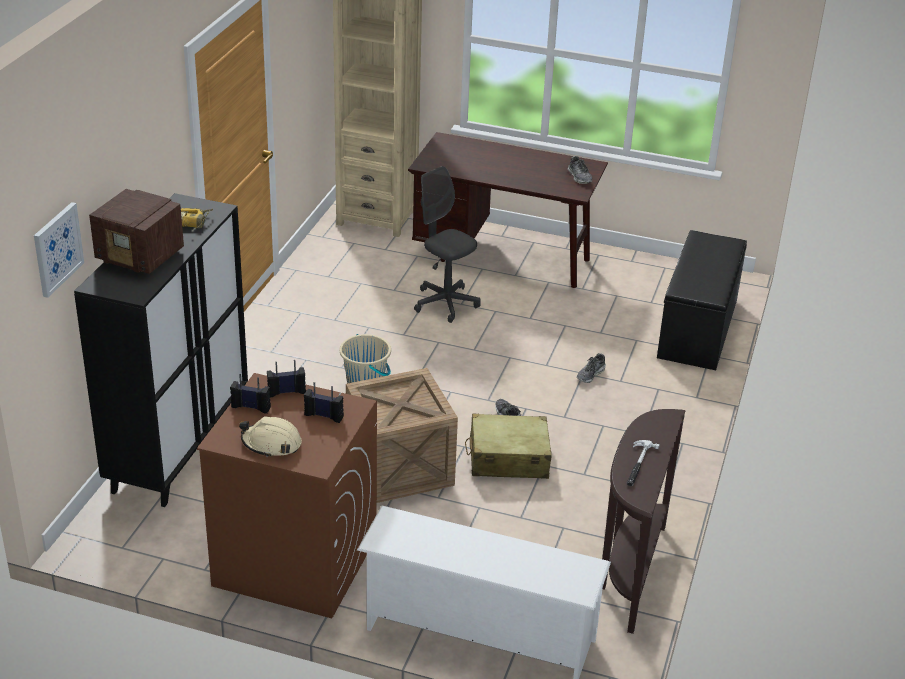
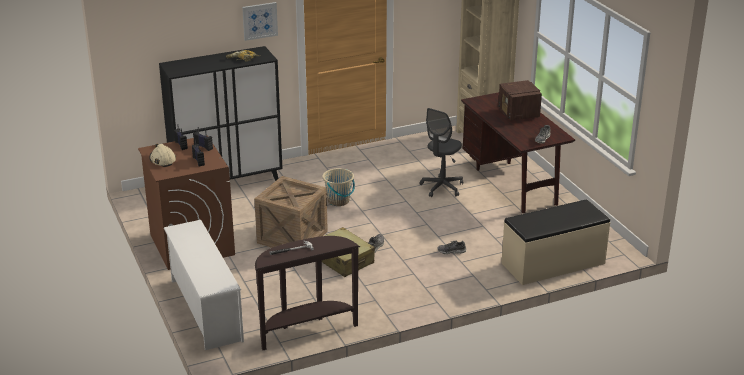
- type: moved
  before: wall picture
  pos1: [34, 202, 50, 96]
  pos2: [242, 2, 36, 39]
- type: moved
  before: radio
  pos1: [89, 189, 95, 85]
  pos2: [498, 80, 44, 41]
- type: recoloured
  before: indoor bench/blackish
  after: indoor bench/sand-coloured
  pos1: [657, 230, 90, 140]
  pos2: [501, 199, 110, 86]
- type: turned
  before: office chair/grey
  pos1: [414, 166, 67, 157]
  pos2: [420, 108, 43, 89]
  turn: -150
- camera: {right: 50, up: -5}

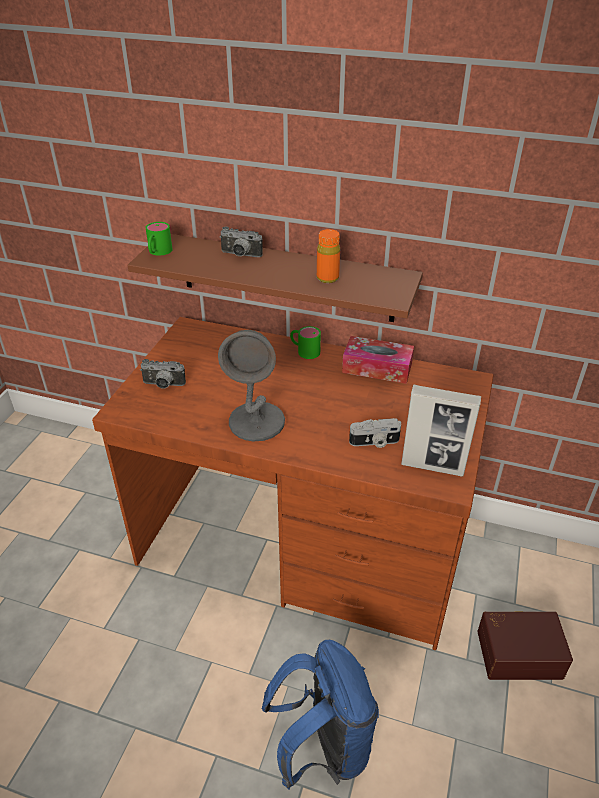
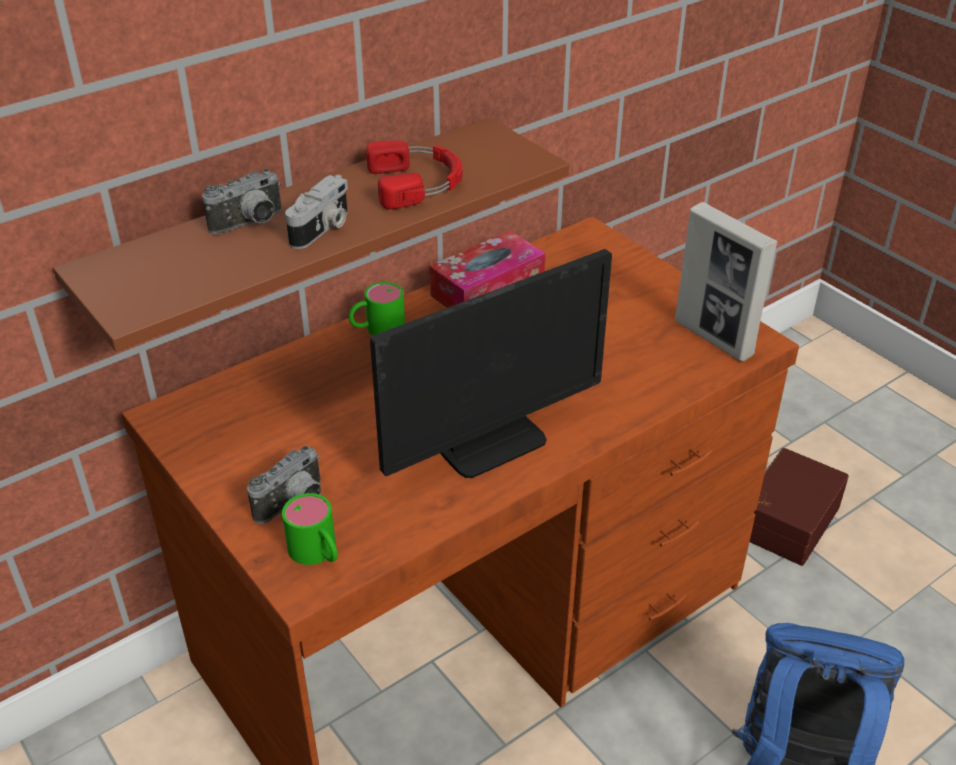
- type: moved
  before: tea mug/greenish
  pos1: [146, 222, 27, 34]
  pos2: [282, 493, 56, 72]
- type: moved
  before: photo camera
  pos1: [349, 418, 52, 30]
  pos2: [285, 175, 63, 74]
- type: replaced
  before: lamp for a table/grey
  after: computer display
  pos1: [218, 330, 67, 112]
  pos2: [370, 249, 242, 229]
- type: replaced
  before: bottle/orangey
  after: headset/reddish
  pos1: [317, 229, 23, 54]
  pos2: [366, 141, 97, 68]
- type: turned
  before: picture frame
  pos1: [401, 385, 80, 92]
  pos2: [675, 202, 103, 160]
  turn: 90
- camera: {right: -55, up: 0}

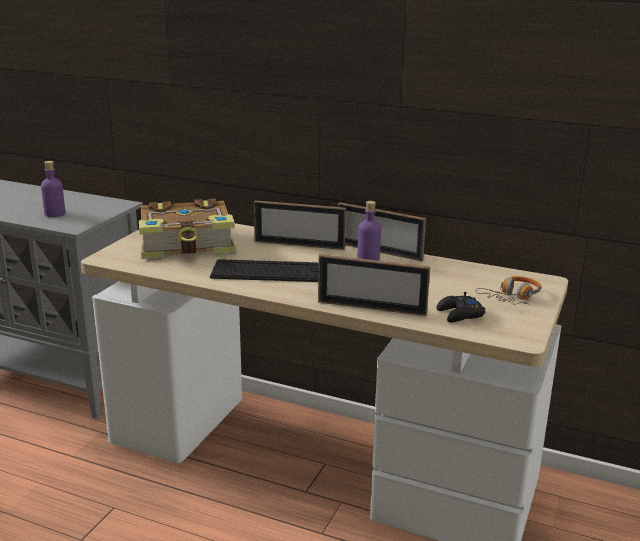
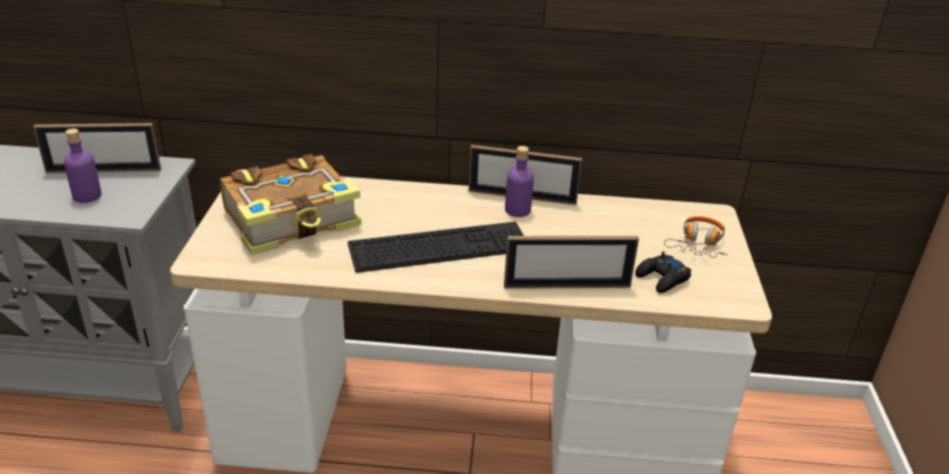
- type: moved
  before: picture frame
  pos1: [254, 201, 92, 49]
  pos2: [33, 123, 128, 50]
- camera: {right: -20, up: 10}

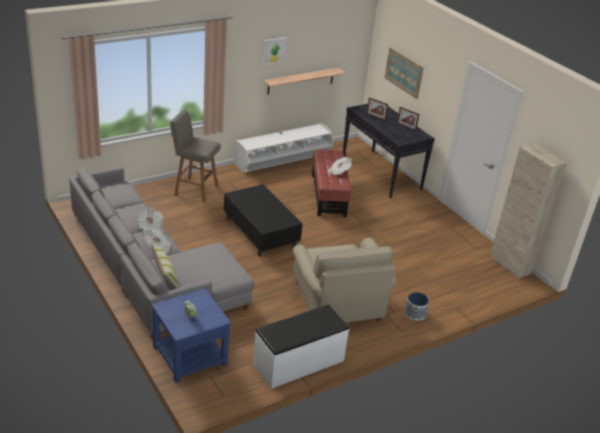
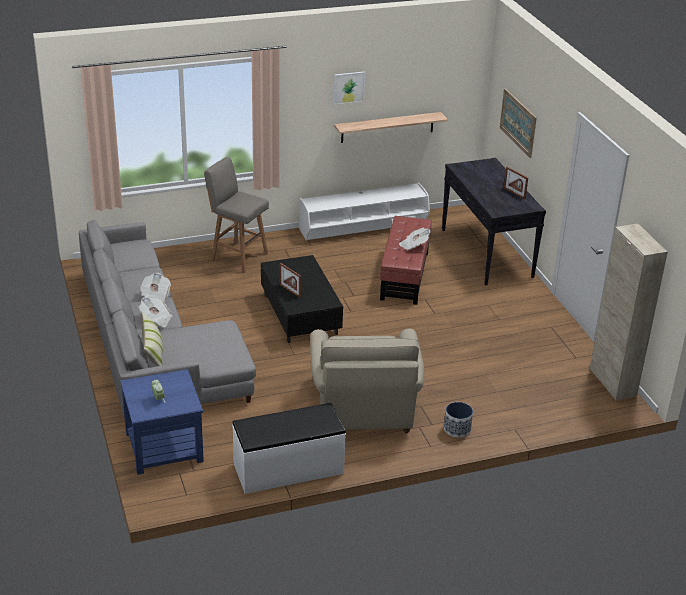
- type: moved
  before: picture frame
  pos1: [367, 97, 22, 24]
  pos2: [280, 263, 21, 35]
- camera: {right: 15, up: 0}

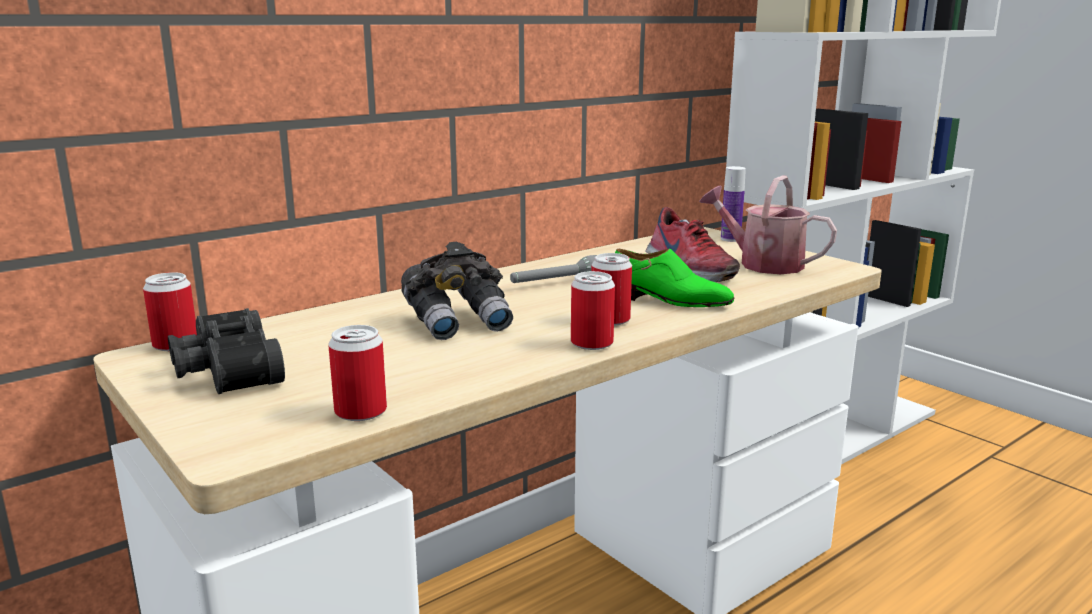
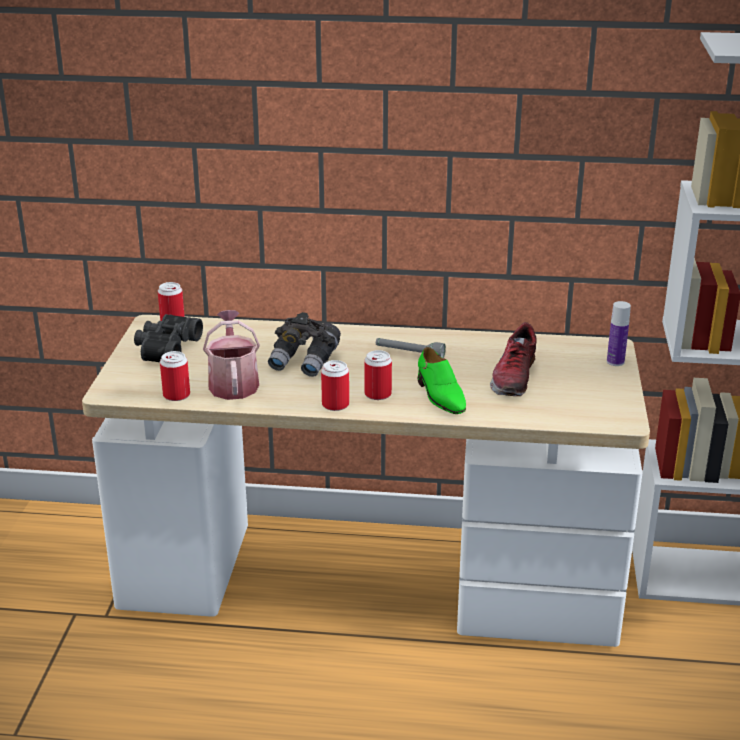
- type: moved
  before: watering can
  pos1: [699, 175, 138, 99]
  pos2: [203, 310, 57, 90]
- camera: {right: 45, up: 10}

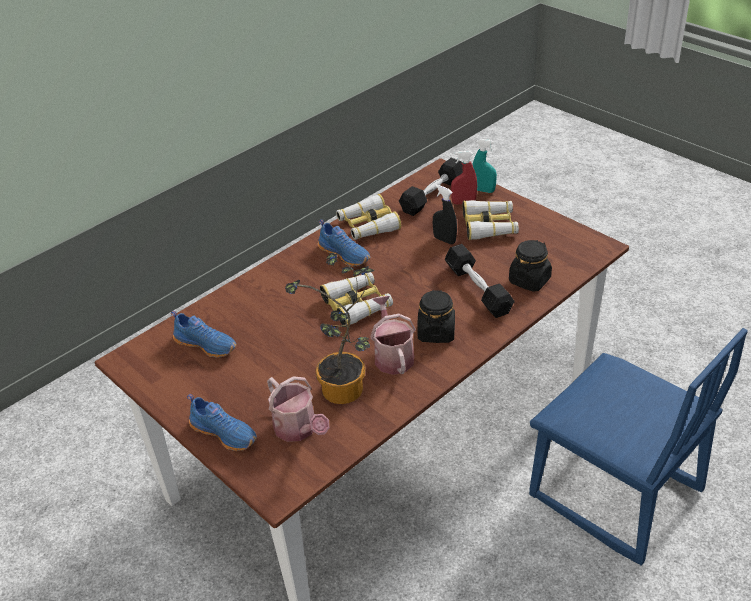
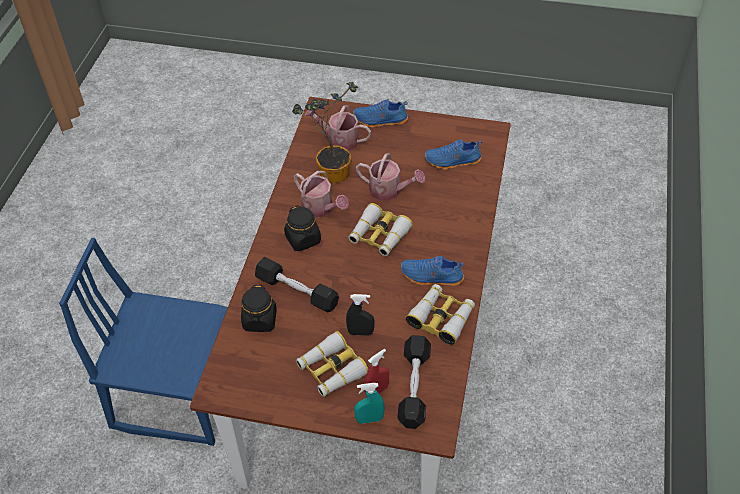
- type: added
  after: watering can
  pos2: [356, 153, 69, 48]
- camera: {right: 145, up: 10}

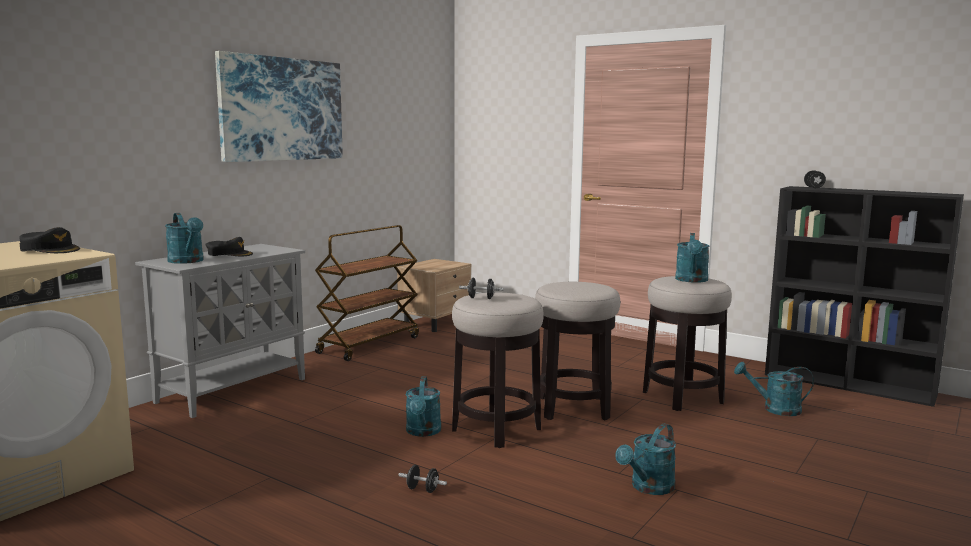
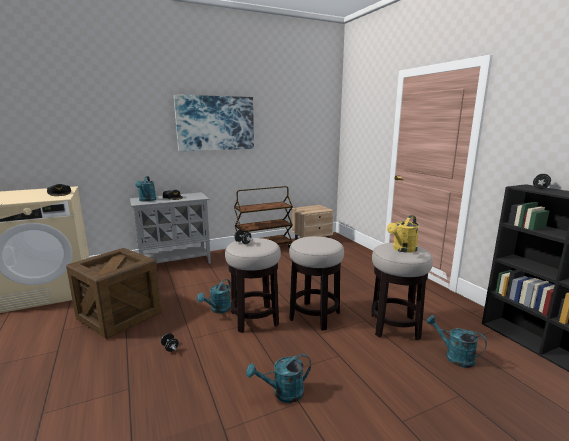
- type: added
  after: shipping crate
  pos2: [66, 248, 96, 91]
- type: recoloured
  before: watering can/turquoise
  after: watering can/yellowish
  pos1: [675, 233, 35, 50]
  pos2: [387, 215, 32, 38]
- camera: {right: 30, up: 5}

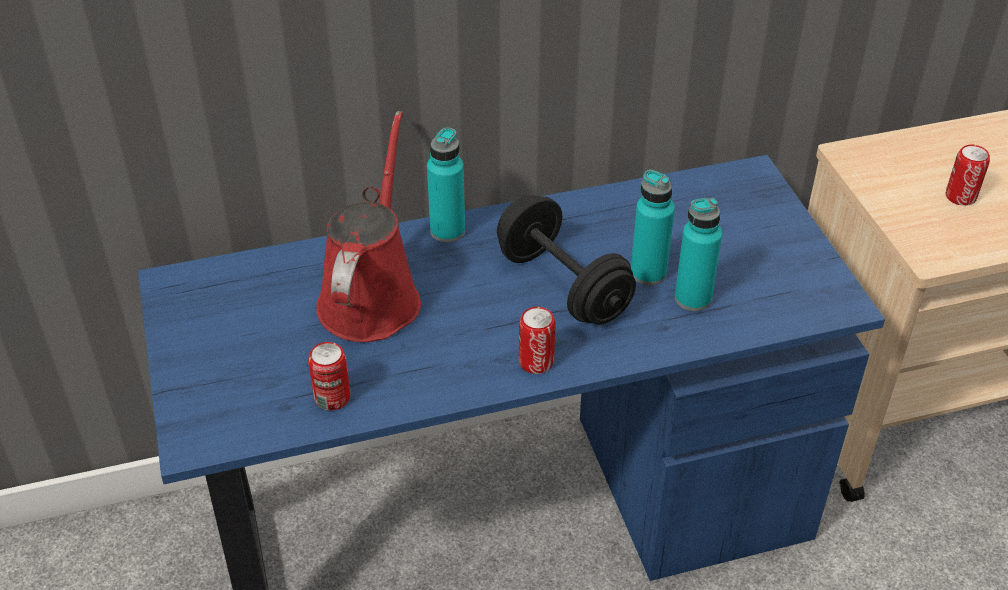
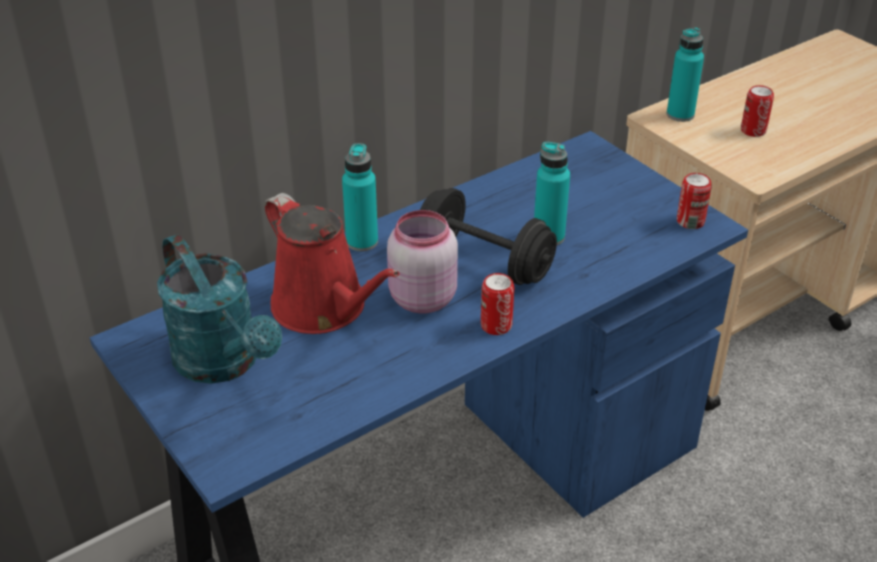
- type: added
  after: watering can/turquoise
  pos2: [157, 234, 125, 150]
- type: added
  after: jar/pink
  pos2: [387, 210, 71, 103]
- type: moved
  before: metal can
  pos1: [308, 342, 42, 68]
  pos2: [677, 173, 35, 56]
- type: moved
  before: bottle/turquoise
  pos1: [675, 198, 47, 113]
  pos2: [667, 27, 37, 95]
- type: turned
  before: watering can/reddish
  pos1: [316, 111, 105, 231]
  pos2: [265, 193, 135, 141]
  turn: 150
- camera: {right: -20, up: -5}

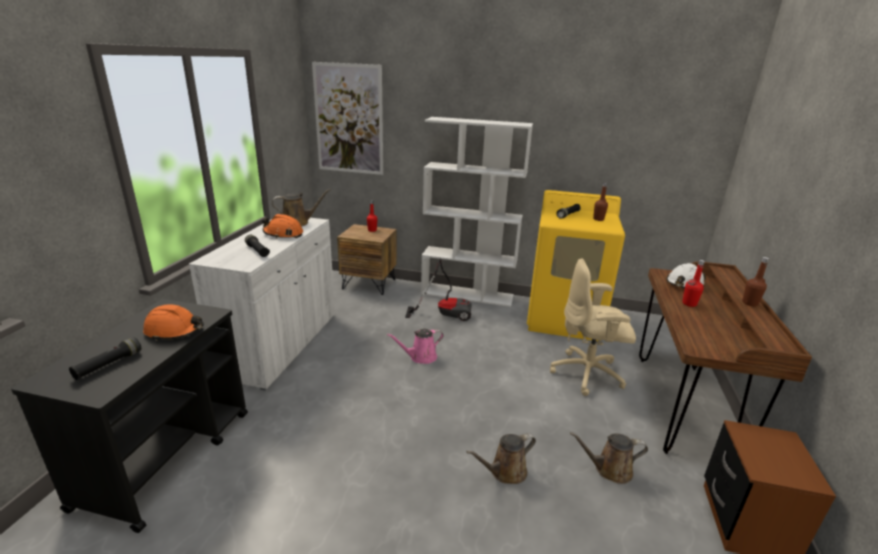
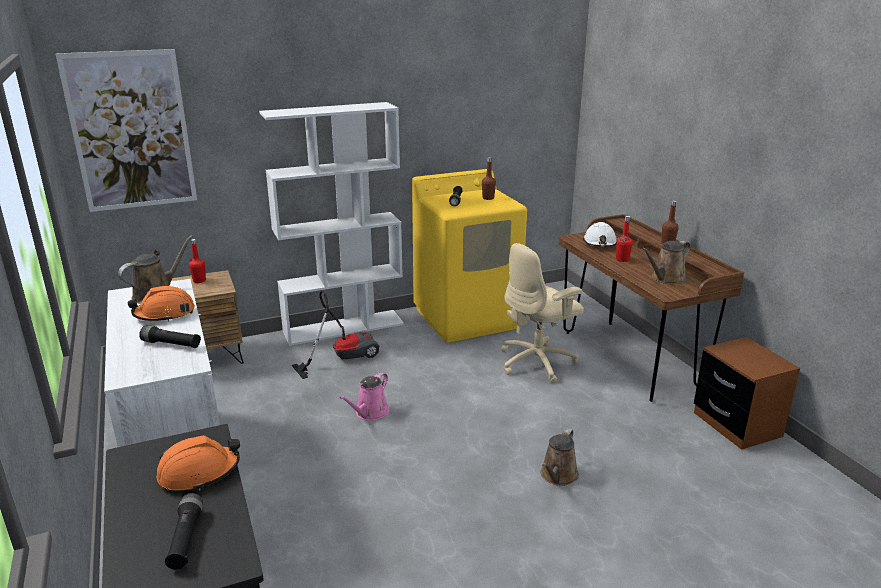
- type: moved
  before: watering can/brown
  pos1: [570, 432, 78, 52]
  pos2: [641, 241, 50, 43]
- camera: {right: -35, up: 0}

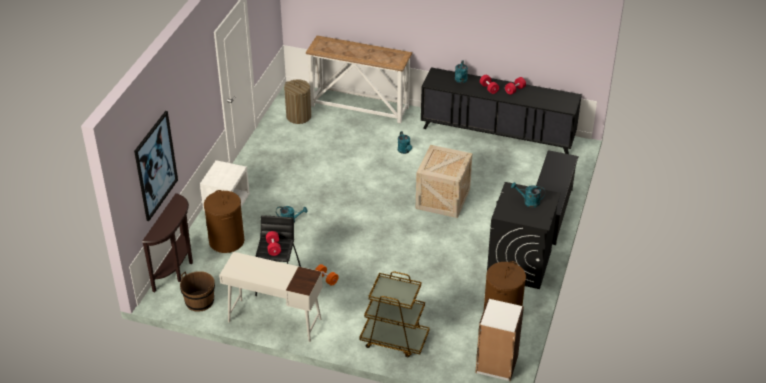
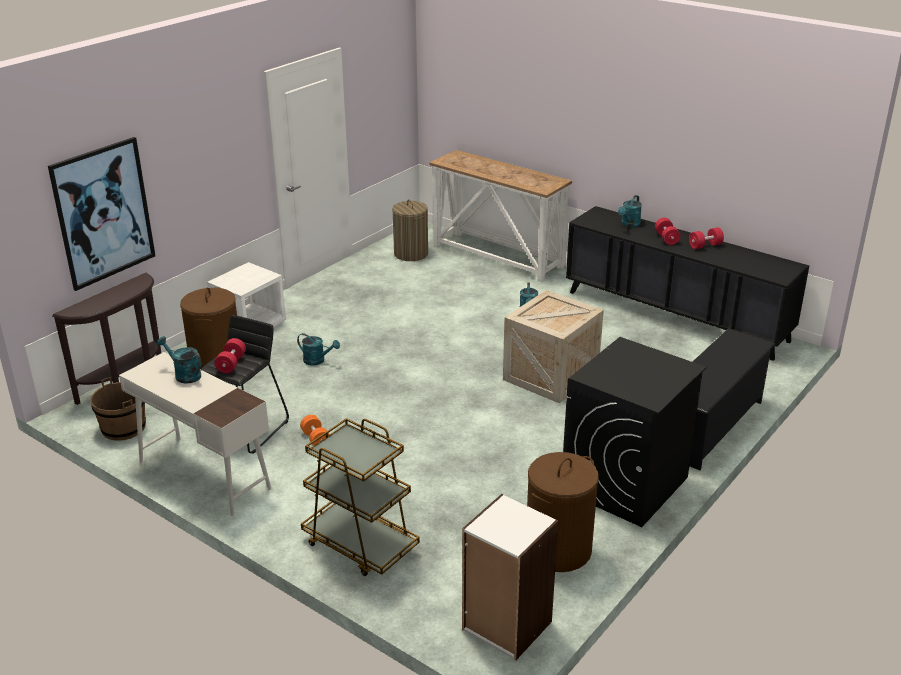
- type: moved
  before: watering can/turquoise
  pos1: [511, 182, 34, 26]
  pos2: [157, 336, 44, 48]
- camera: {right: 20, up: -10}

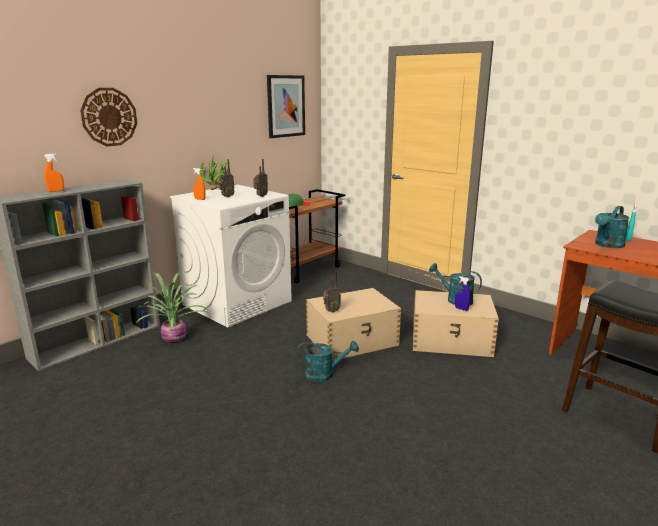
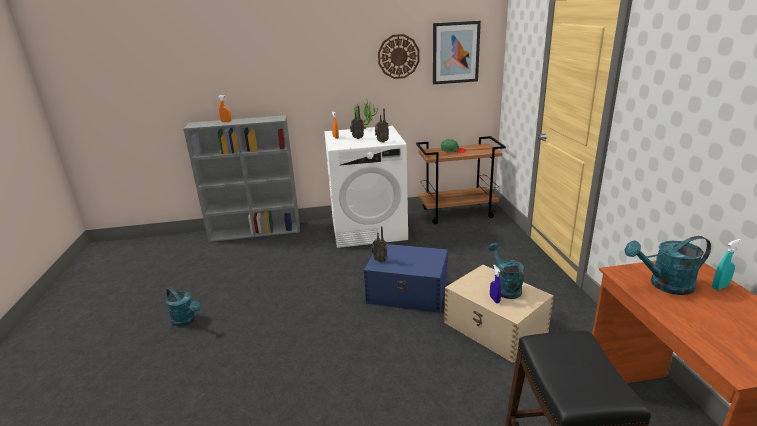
- type: removed
  before: plant in a pot
  pos1: [135, 272, 74, 72]
- type: moved
  before: clock on the wall
  pos1: [80, 88, 57, 58]
  pos2: [378, 34, 41, 45]
- type: moved
  before: watering can/turquoise
  pos1: [297, 341, 62, 41]
  pos2: [166, 287, 35, 40]
- type: recoloured
  before: storage box/sand-coloured
  after: storage box/blue
  pos1: [306, 288, 95, 73]
  pos2: [364, 244, 84, 69]
- camera: {right: 40, up: 5}

